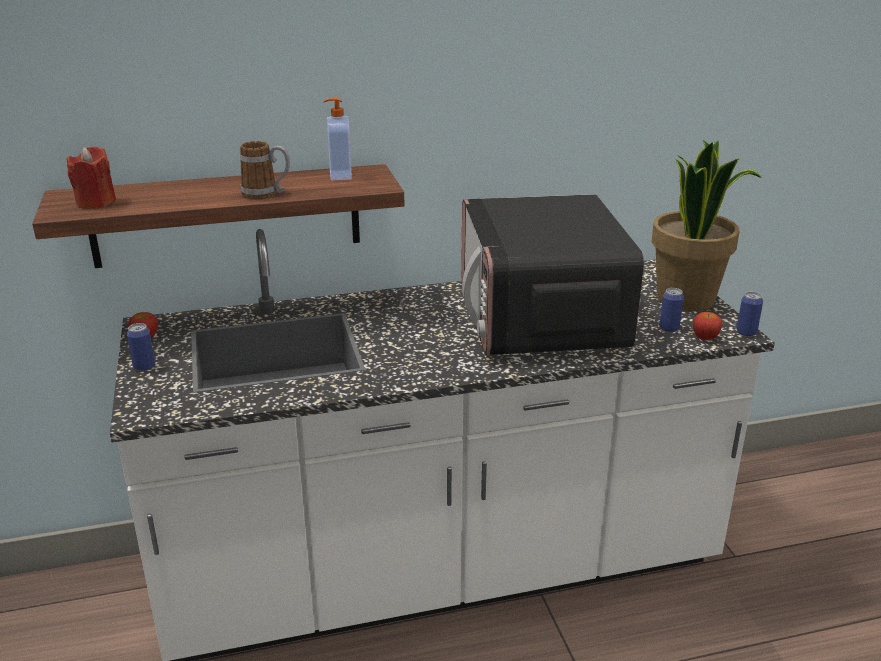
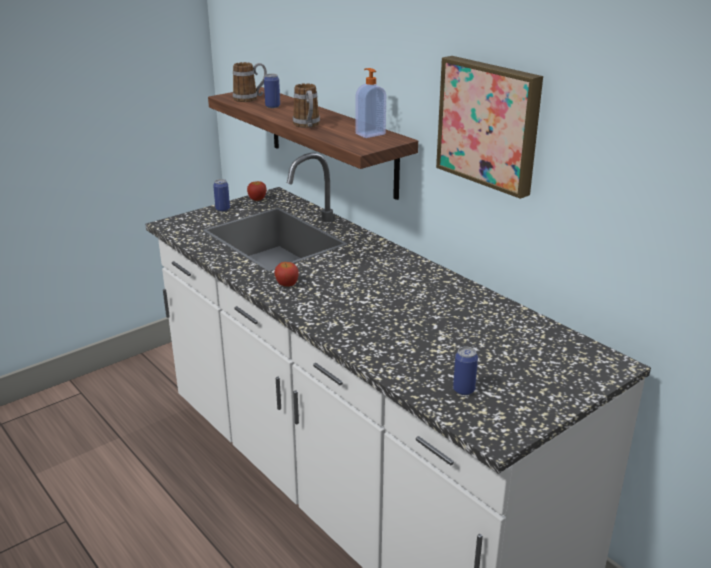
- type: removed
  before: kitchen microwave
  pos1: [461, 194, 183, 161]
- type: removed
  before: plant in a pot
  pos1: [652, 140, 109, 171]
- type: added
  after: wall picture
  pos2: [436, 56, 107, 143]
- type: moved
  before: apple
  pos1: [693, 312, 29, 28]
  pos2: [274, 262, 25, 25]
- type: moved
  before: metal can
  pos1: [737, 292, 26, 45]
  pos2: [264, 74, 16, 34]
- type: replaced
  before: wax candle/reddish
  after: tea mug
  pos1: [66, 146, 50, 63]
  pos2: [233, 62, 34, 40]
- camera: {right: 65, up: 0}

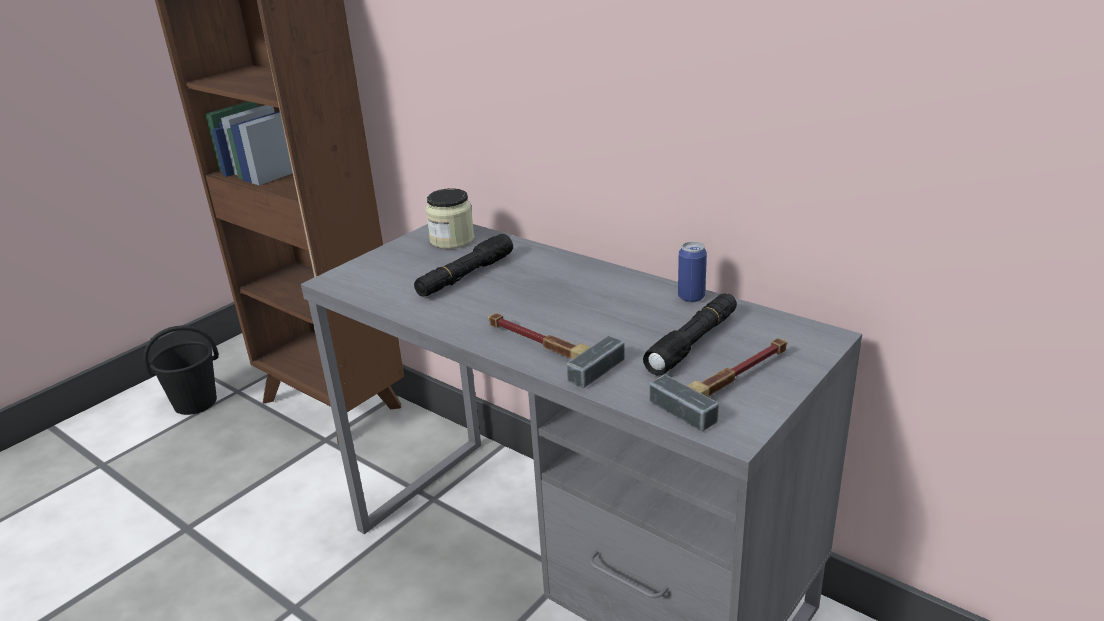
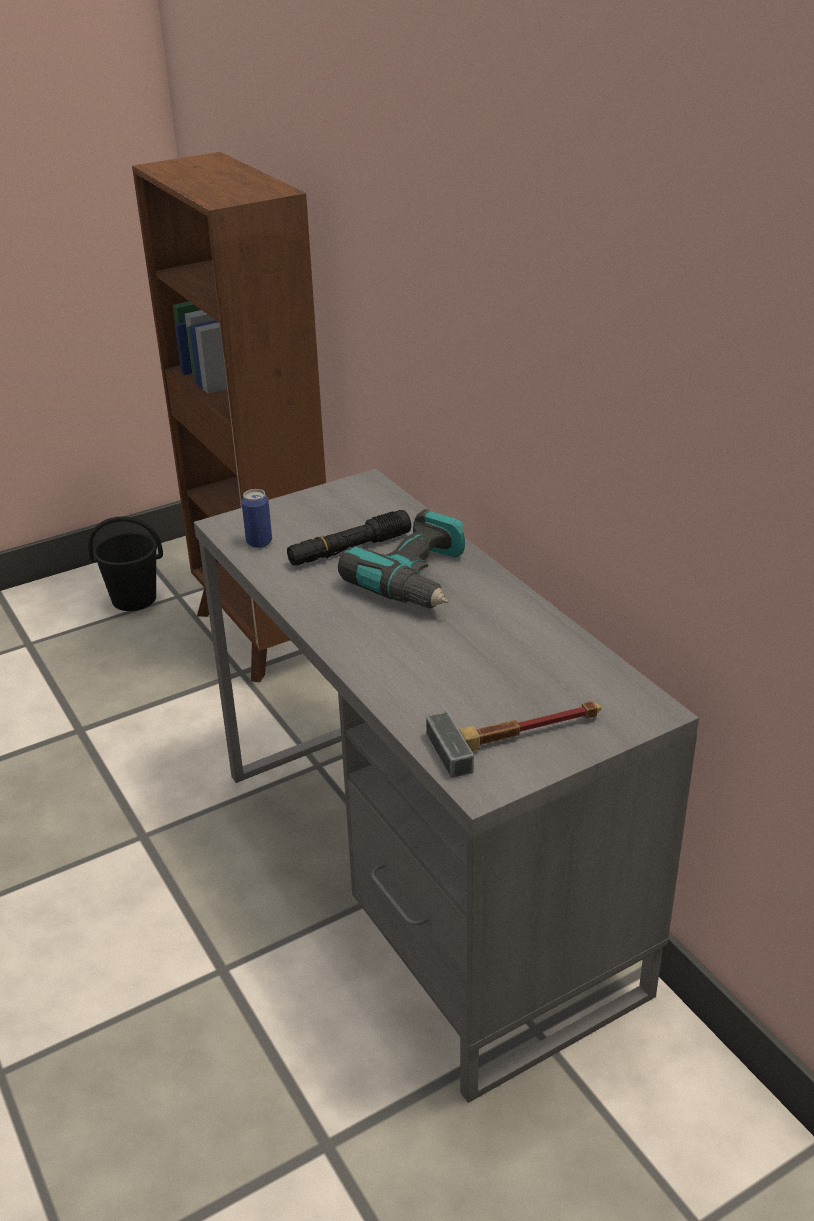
- type: removed
  before: jar
  pos1: [426, 188, 48, 61]
- type: removed
  before: hammer
  pos1: [488, 313, 137, 75]
- type: removed
  before: flashlight/blackish
  pos1: [643, 293, 94, 82]
- type: added
  after: power drill
  pos2: [338, 509, 127, 99]
- type: moved
  before: metal can
  pos1: [678, 241, 29, 61]
  pos2: [241, 489, 31, 59]
- camera: {right: 20, up: 5}

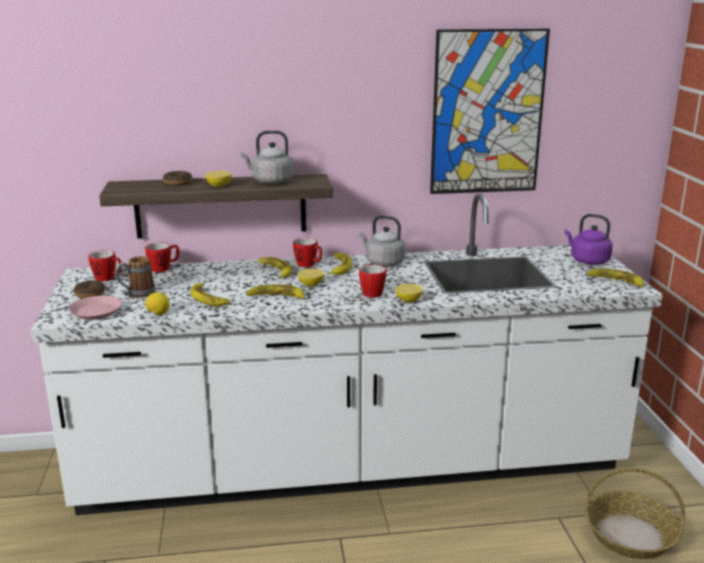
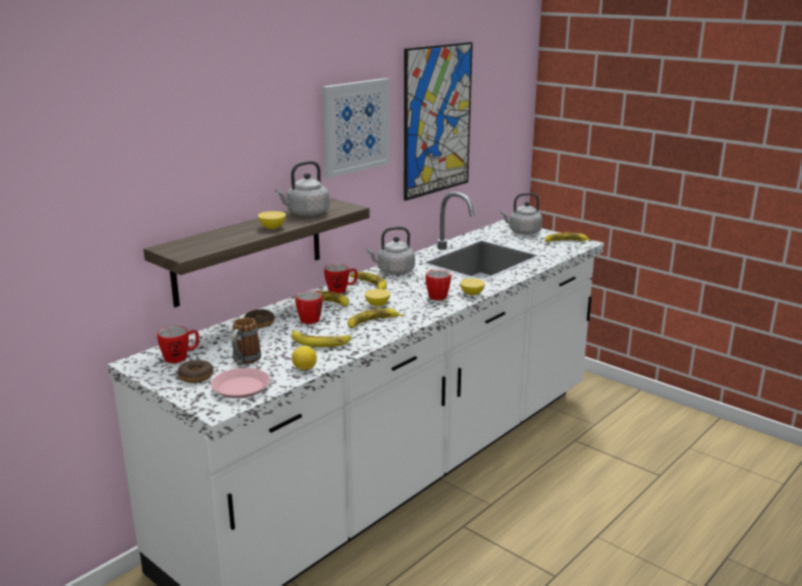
- type: removed
  before: household basket
  pos1: [585, 468, 100, 91]
- type: added
  after: wall picture
  pos2: [322, 78, 68, 100]
- type: moved
  before: tea mug
  pos1: [145, 242, 34, 30]
  pos2: [295, 290, 28, 34]
- type: moved
  before: doughnut
  pos1: [163, 171, 29, 15]
  pos2: [244, 309, 31, 19]
- type: recoloured
  before: kettle/purple-coloured
  after: kettle/grey
  pos1: [565, 214, 48, 50]
  pos2: [500, 193, 42, 42]
- camera: {right: -40, up: 0}

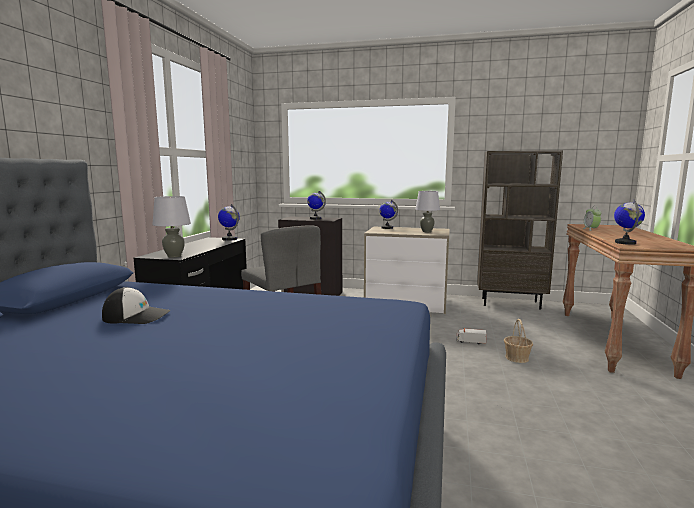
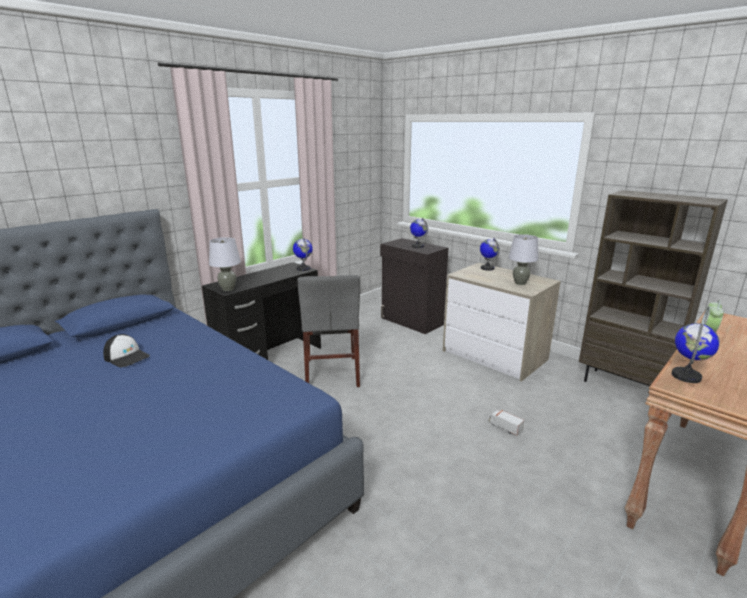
- type: removed
  before: household basket
  pos1: [504, 319, 29, 44]
- camera: {right: 30, up: 10}

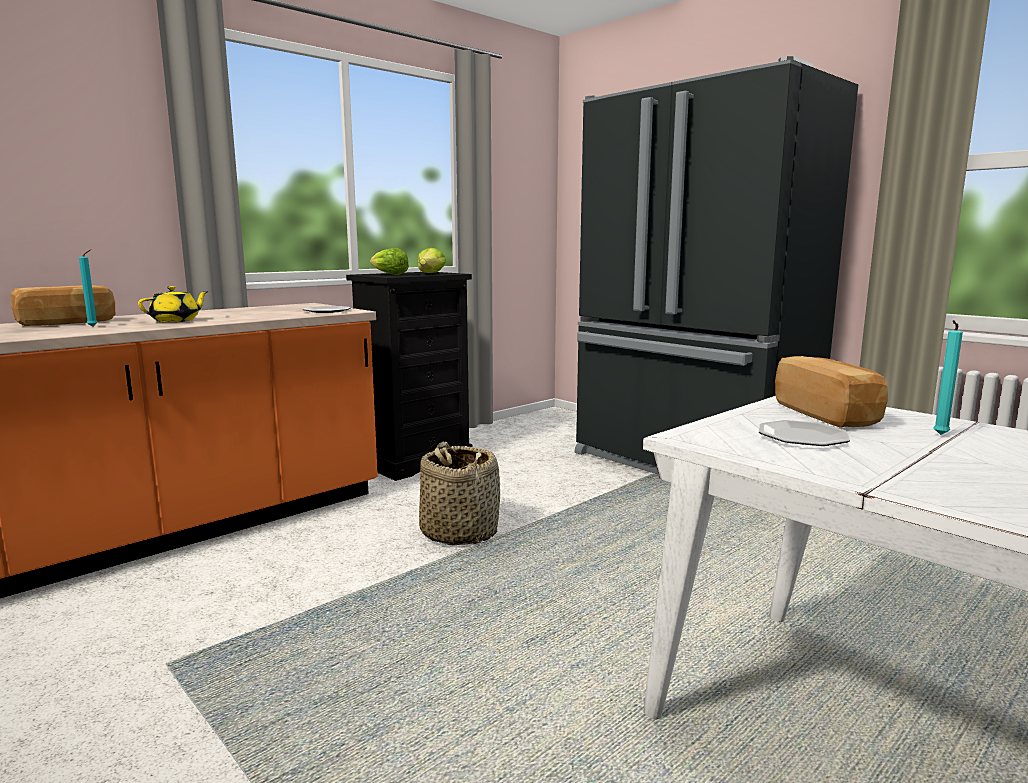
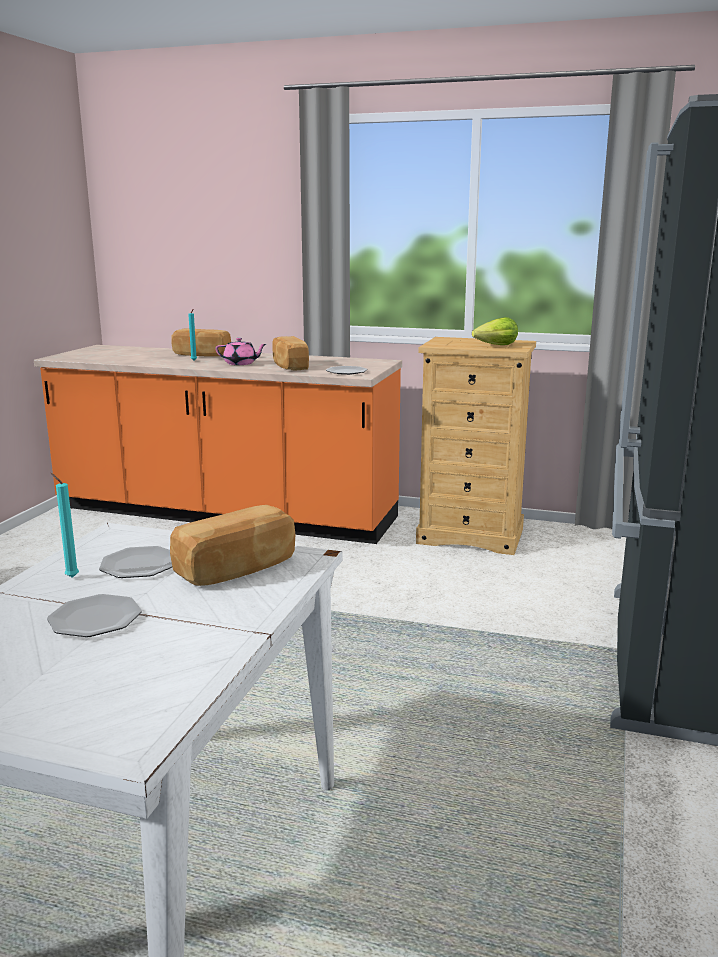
- type: removed
  before: head of lettuce
  pos1: [370, 248, 39, 27]
- type: removed
  before: household basket
  pos1: [419, 441, 81, 105]
- type: added
  after: dinner plate
  pos2: [47, 594, 95, 43]
- type: added
  after: bakery bread
  pos2: [272, 336, 37, 34]
- type: moved
  before: wax candle/turquoise
  pos1: [934, 320, 29, 115]
  pos2: [51, 473, 28, 105]
- type: recoloured
  before: tea pot/yellowish
  after: tea pot/pink
  pos1: [138, 286, 71, 36]
  pos2: [215, 338, 51, 27]
- type: recoloured
  before: chest of drawers/blackish
  after: chest of drawers/sand-coloured
  pos1: [346, 272, 127, 209]
  pos2: [416, 337, 120, 218]
- camera: {right: 60, up: 5}

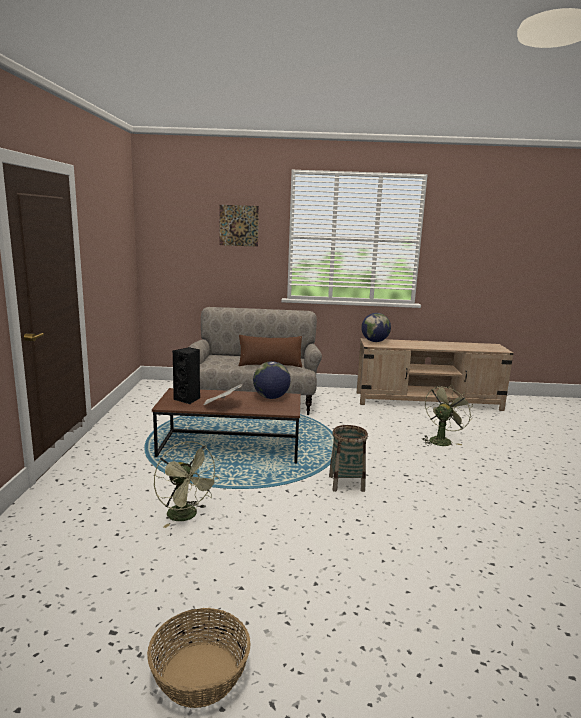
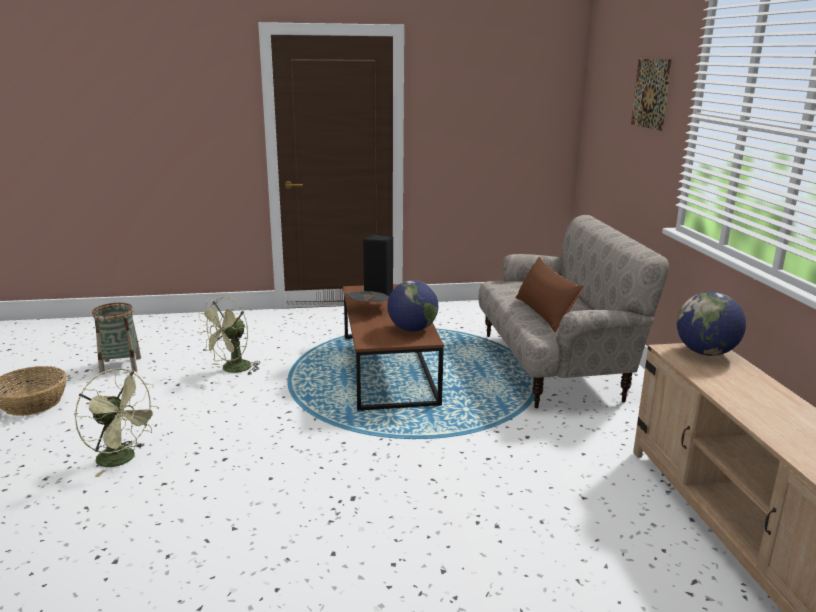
- type: moved
  before: household basket
  pos1: [329, 425, 39, 67]
  pos2: [92, 303, 49, 72]
- type: moved
  before: fan/greenish
  pos1: [422, 384, 51, 62]
  pos2: [75, 368, 84, 109]
- camera: {right: 80, up: 5}

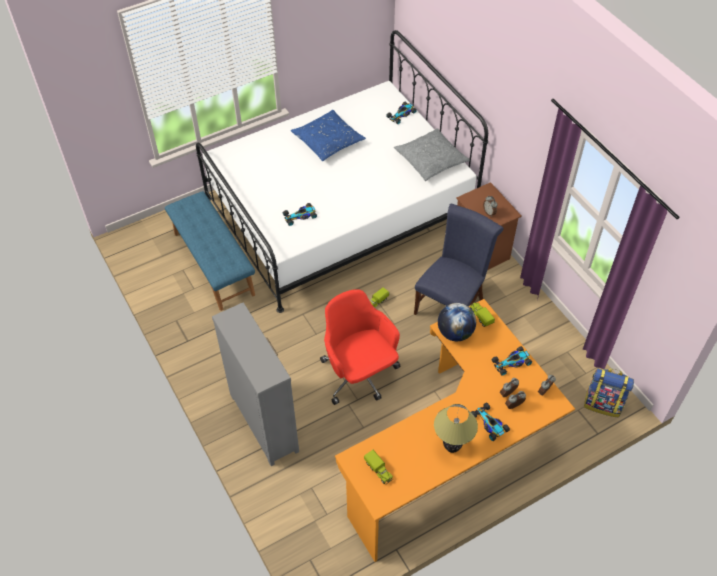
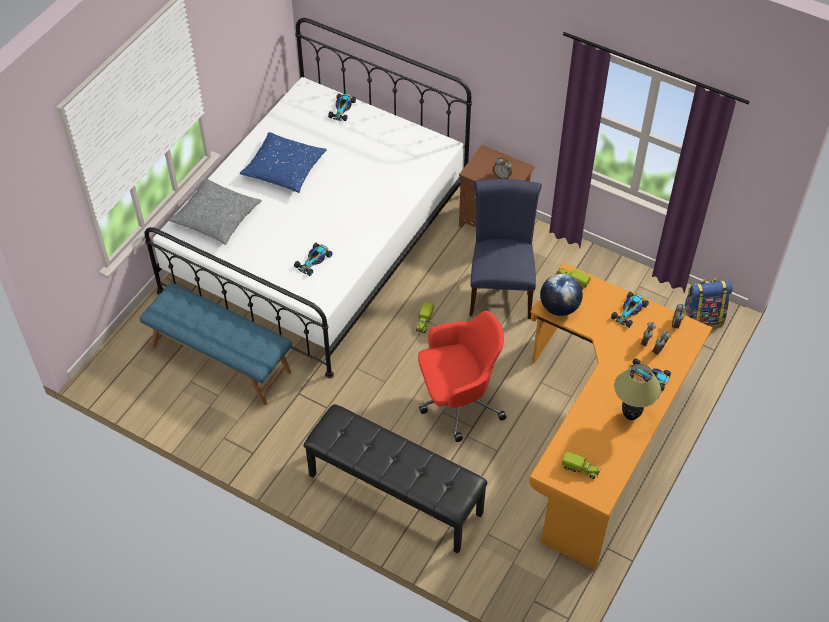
- type: moved
  before: cushion/grey
  pos1: [394, 128, 76, 53]
  pos2: [169, 178, 93, 67]
- type: replaced
  before: chest of drawers/grey
  after: indoor bench/blackish
  pos1: [212, 302, 87, 164]
  pos2: [304, 404, 183, 149]
- type: turned
  before: office chair/reddish
  pos1: [320, 289, 81, 116]
  pos2: [418, 311, 88, 131]
  turn: 135
- camera: {right: -30, up: 0}

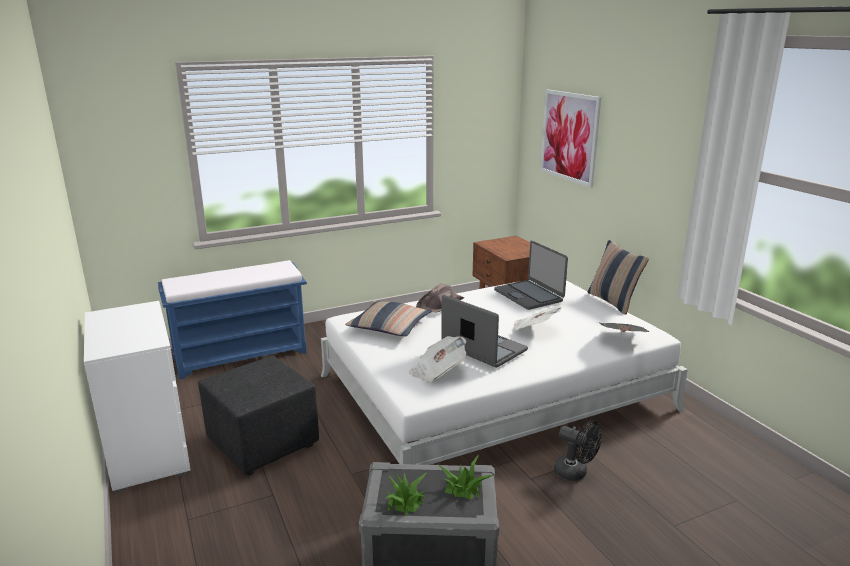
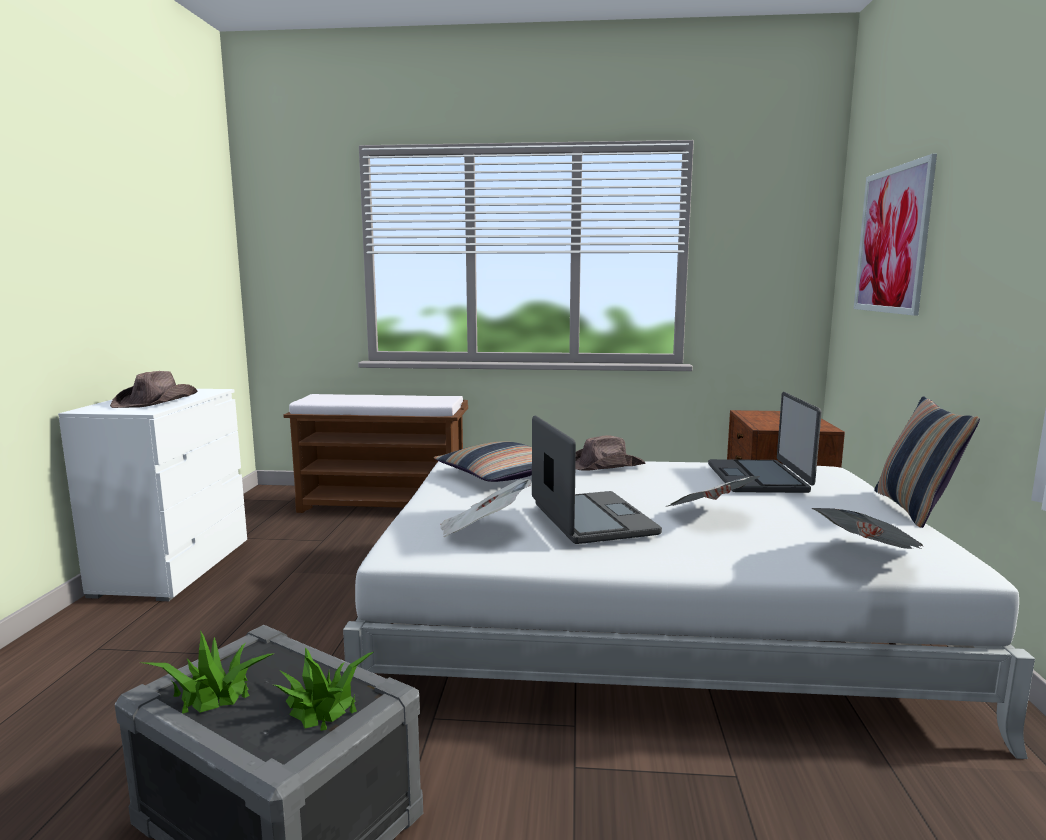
- type: removed
  before: footrest/blackish
  pos1: [198, 355, 121, 120]
- type: removed
  before: fan/blackish
  pos1: [554, 421, 48, 60]
- type: added
  after: hat/brown
  pos2: [110, 371, 87, 37]
- type: recoloured
  before: indoor bench/blue
  after: indoor bench/brown
  pos1: [158, 260, 149, 119]
  pos2: [283, 394, 185, 119]
- camera: {right: 30, up: -10}

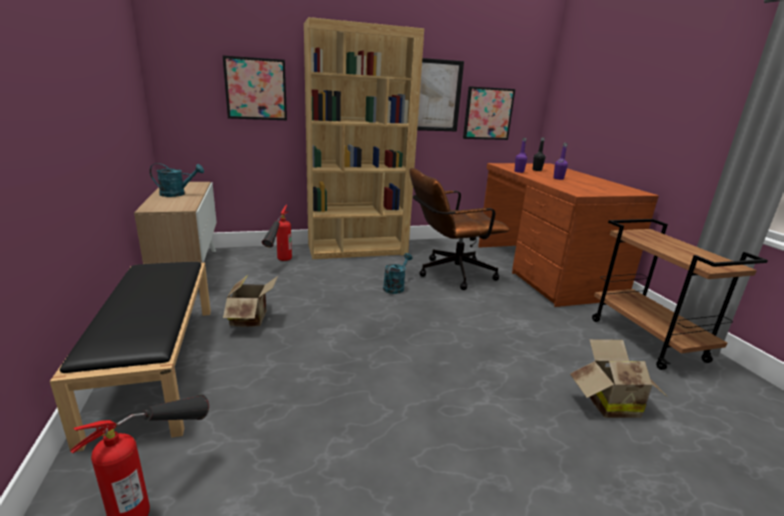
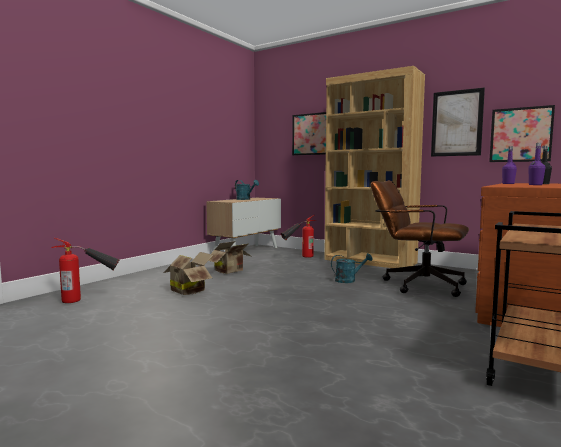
- type: removed
  before: indoor bench/blackish
  pos1: [50, 262, 161, 190]
- type: moved
  before: cardboard box
  pos1: [570, 339, 99, 79]
  pos2: [163, 252, 50, 43]
- camera: {right: 50, up: -15}

